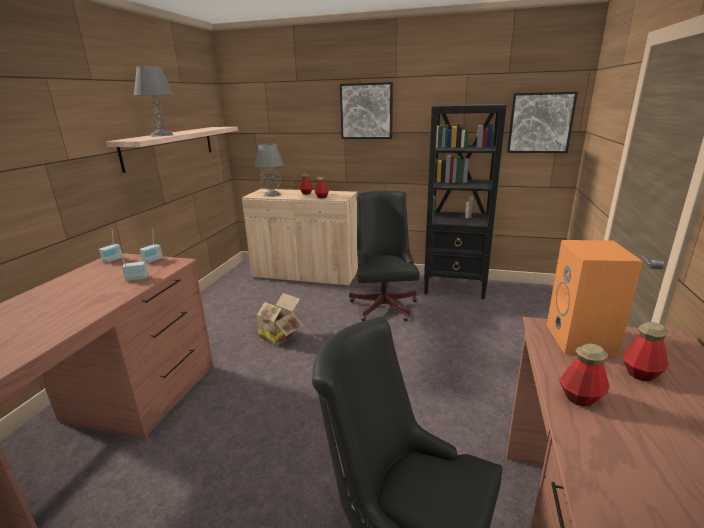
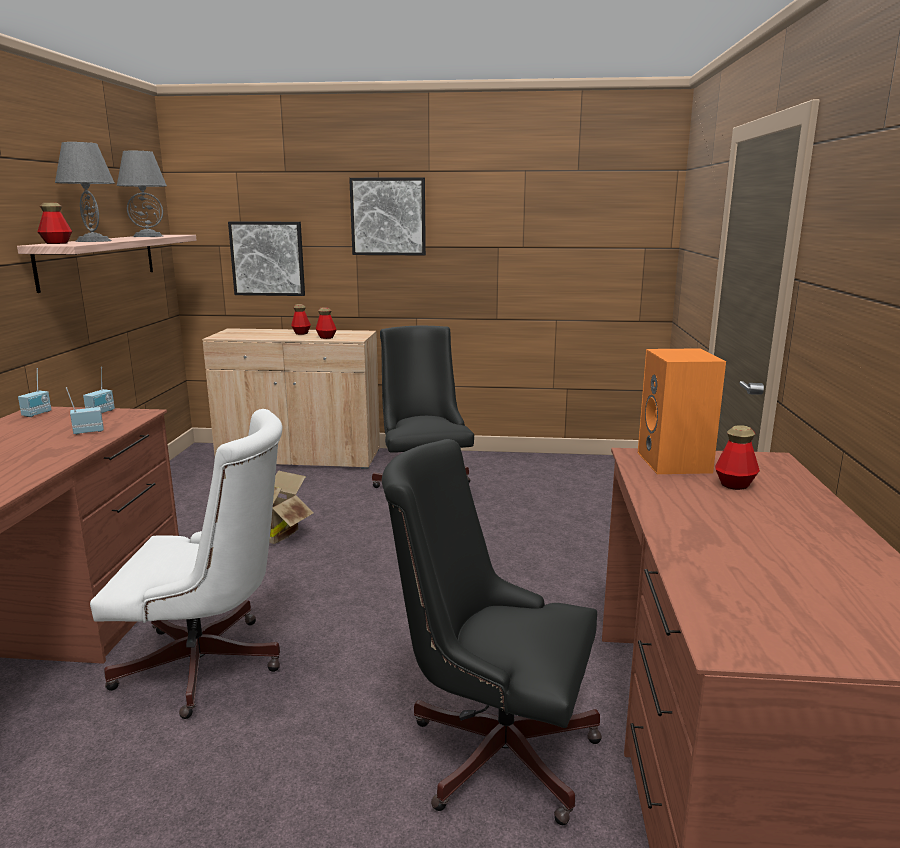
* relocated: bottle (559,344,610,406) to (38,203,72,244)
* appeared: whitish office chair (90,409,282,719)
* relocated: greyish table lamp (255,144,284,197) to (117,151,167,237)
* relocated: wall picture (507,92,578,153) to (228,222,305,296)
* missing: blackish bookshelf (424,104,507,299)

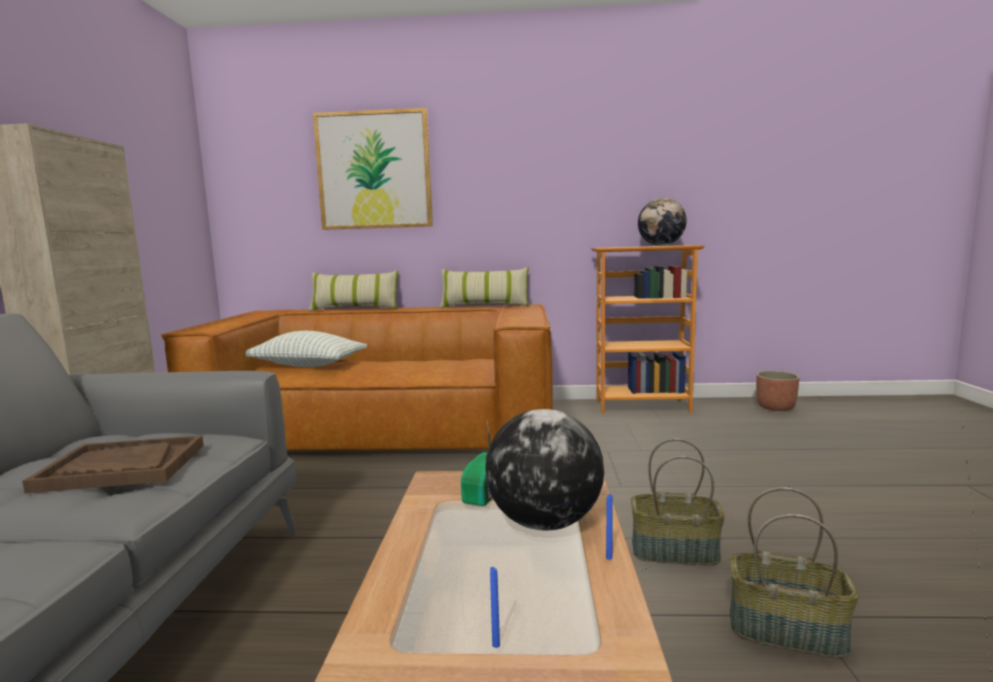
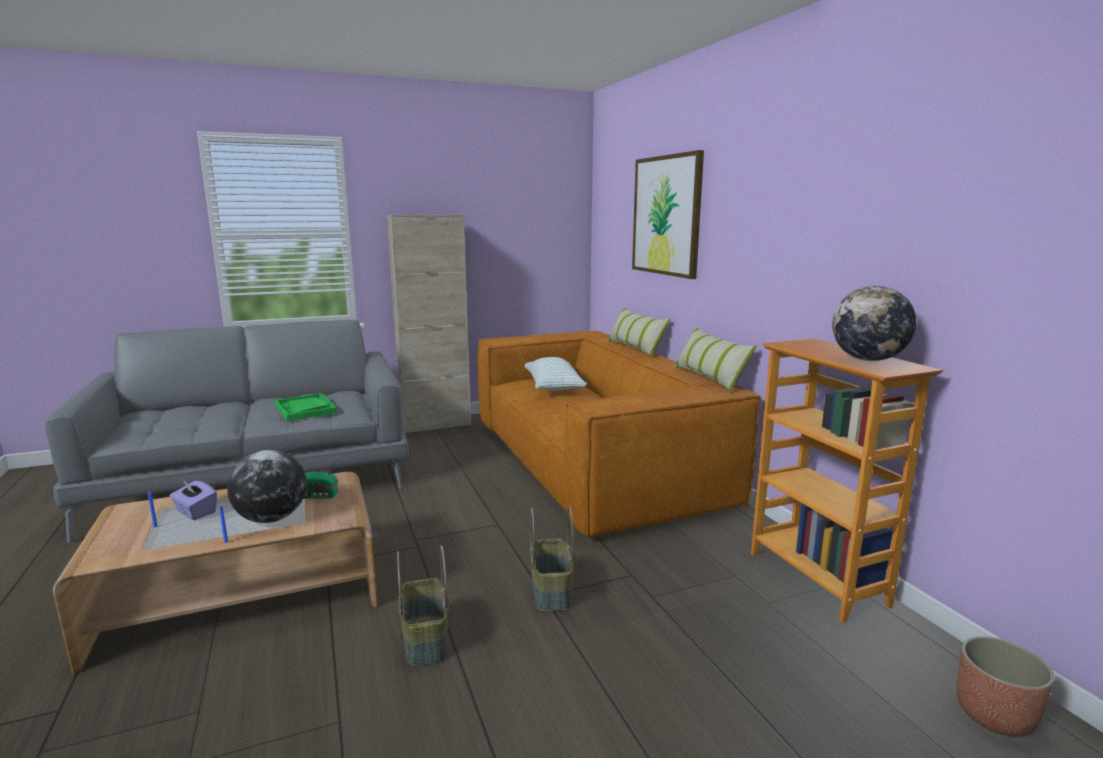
* appeared: purplish tissue holder (170,479,217,520)
* colour: brown serving tray (22,435,204,494) to green serving tray (275,393,337,421)
* relocated: storage basket (730,487,859,658) to (530,506,574,611)

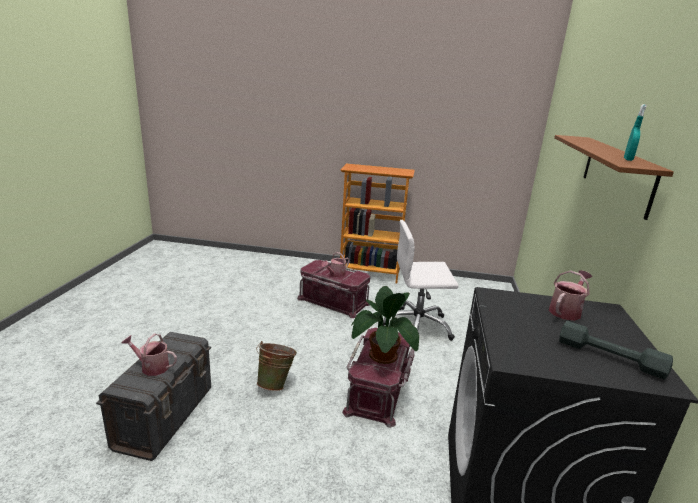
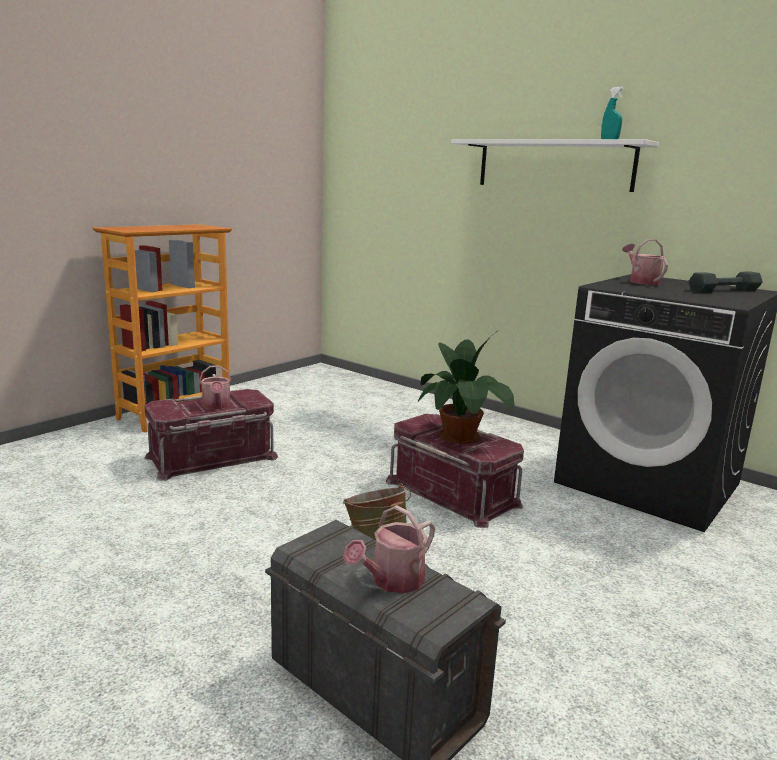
* colour: brown wall shelf (554,135,674,220) to whitish wall shelf (451,139,659,192)
* missing: whitish office chair (383,220,458,341)

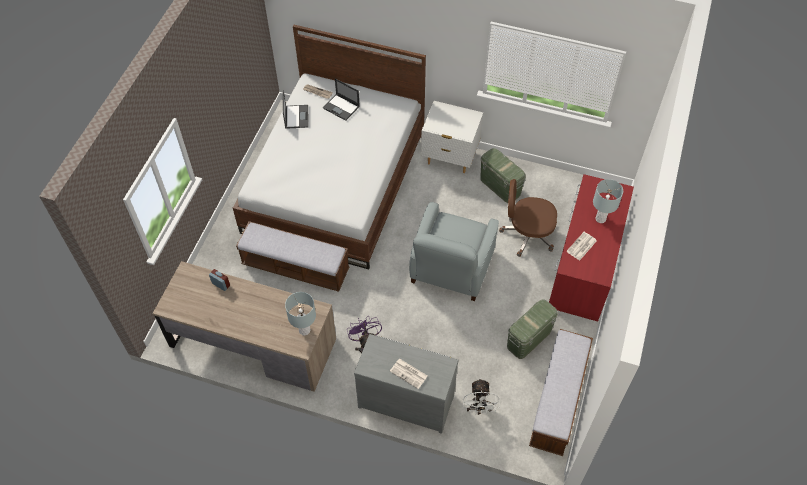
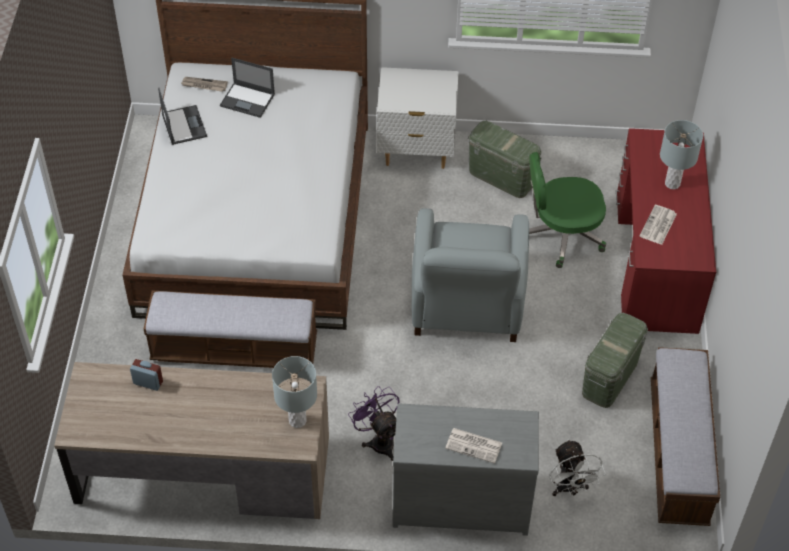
* colour: brown office chair (499,179,557,257) to green office chair (529,152,606,268)

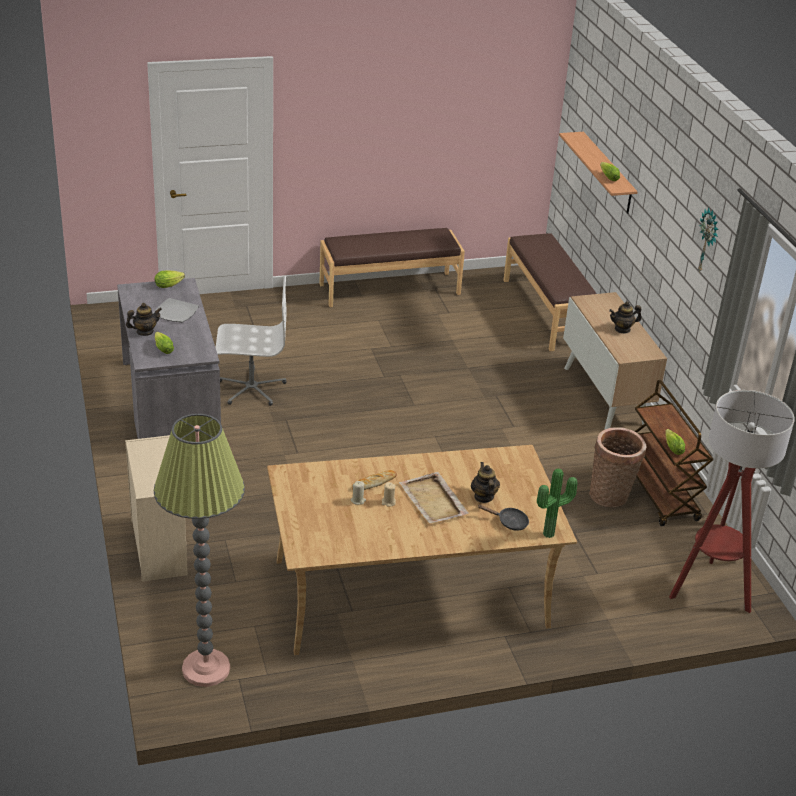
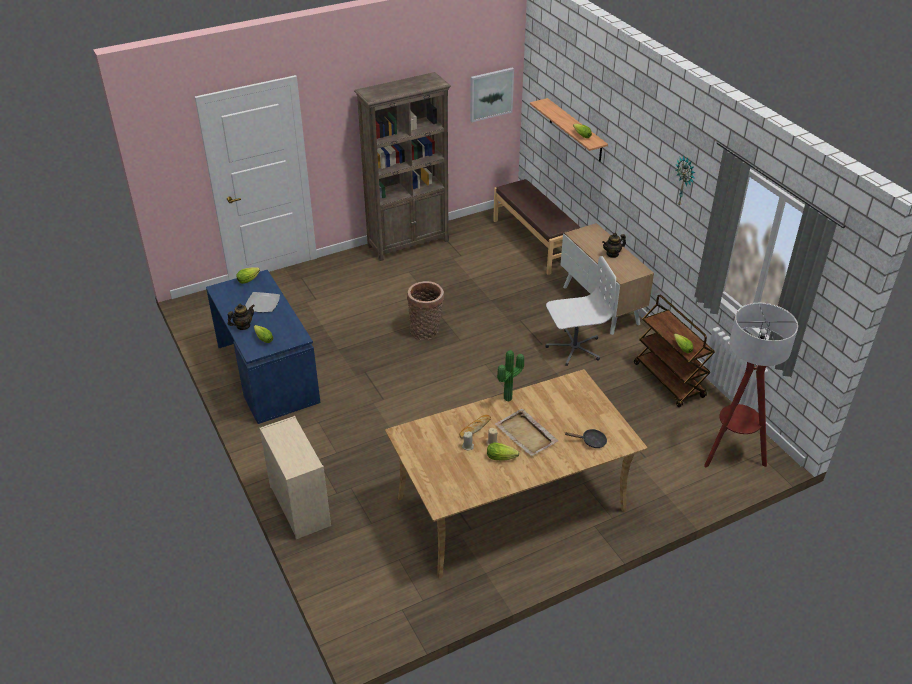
* colour: greyish desk (117,278,221,439) to blue-coloured desk (206,270,320,424)
* exchanged: brown long seat (319,228,465,307) to brown bookshelf (354,72,451,261)
* relocated: storage basket (589,427,646,507) to (407,281,444,340)
* appeared: wall picture (470,68,514,122)
* appeared: lettuce head (487,443,519,461)
* relocated: plant in a pot (537,469,578,538) to (497,350,524,401)
* relocated: whitish office chair (216,276,287,406) to (545,256,616,366)
* missing: standard lamp (154,414,245,687)
* missing: teapot (471,462,500,503)

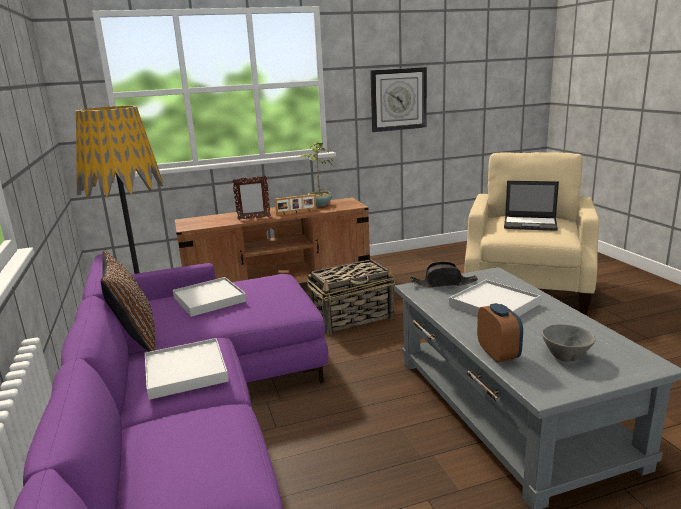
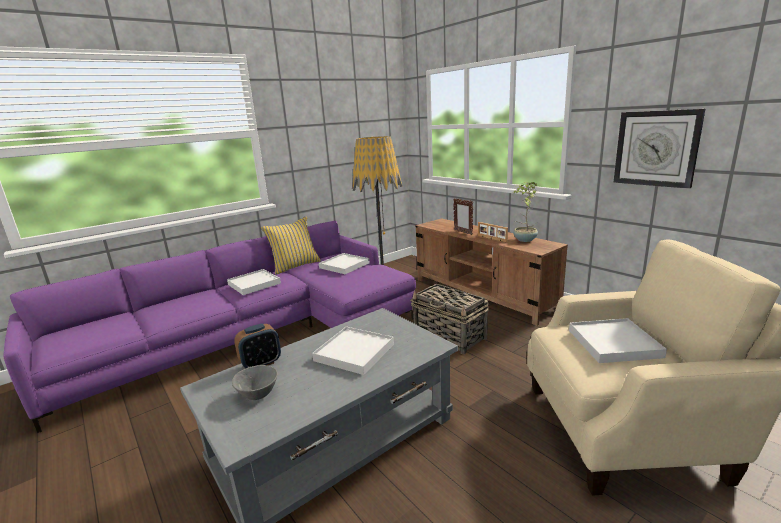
* colour: brown throw pillow (101,250,155,352) to yellowish throw pillow (261,216,321,275)
* exchanged: notebook computer (504,181,559,231) to whitish serving tray (569,318,667,363)
* missing: blackish hat (409,261,478,288)

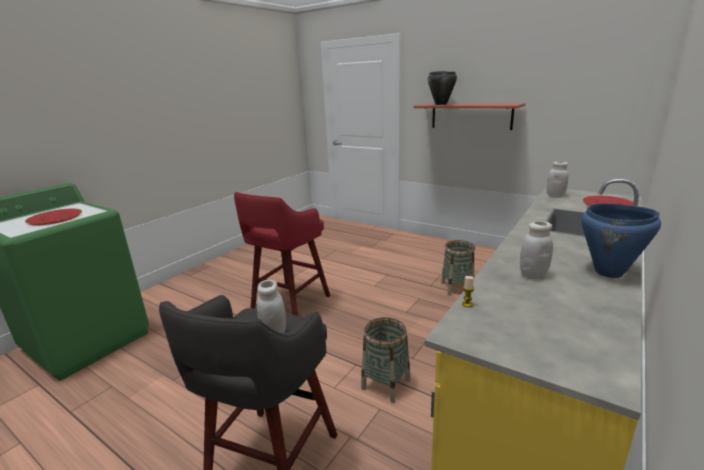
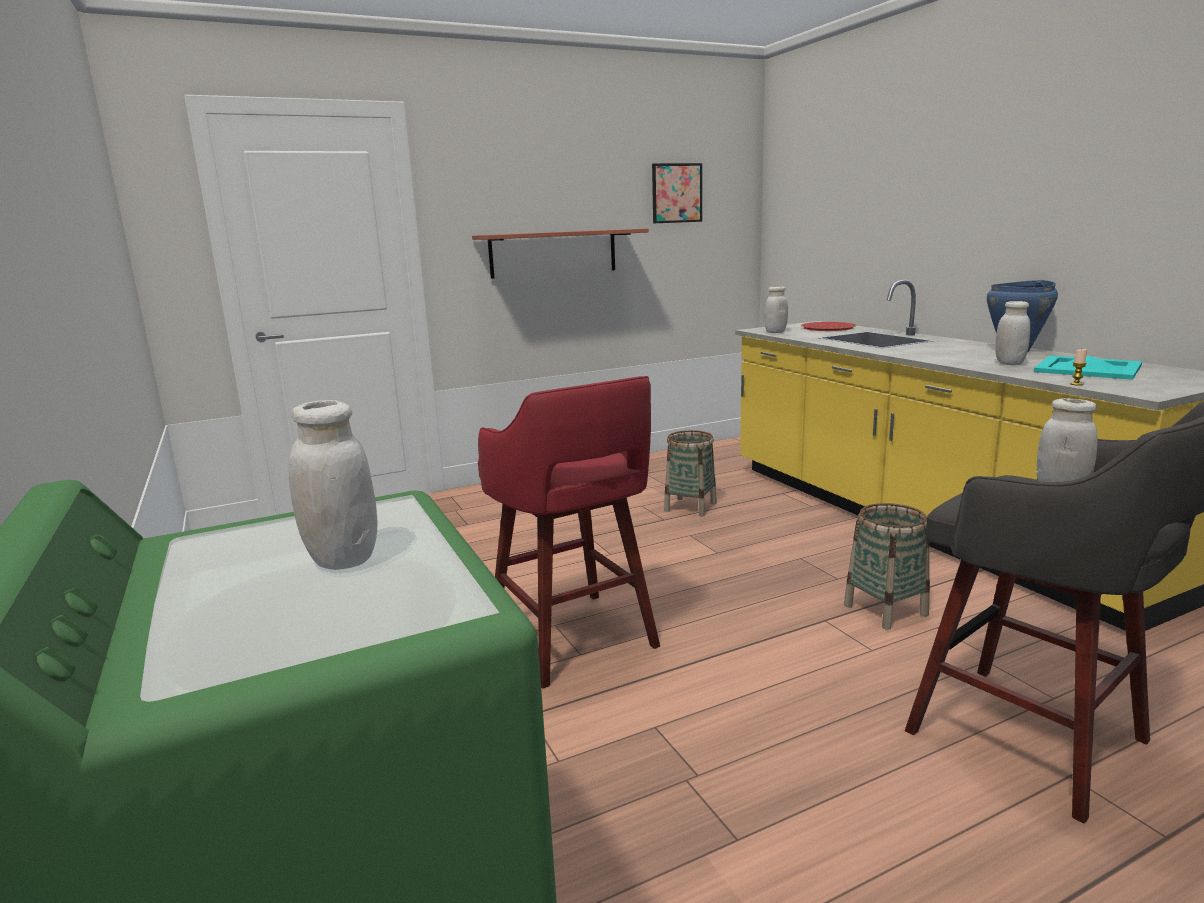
* exchanged: red-coloured plate (25,209,82,226) to whitish jar (288,400,378,570)
* appeared: wall picture (652,163,702,224)
* appeared: turquoise serving tray (1034,356,1142,380)
* missing: blackish stockpot (428,71,457,105)

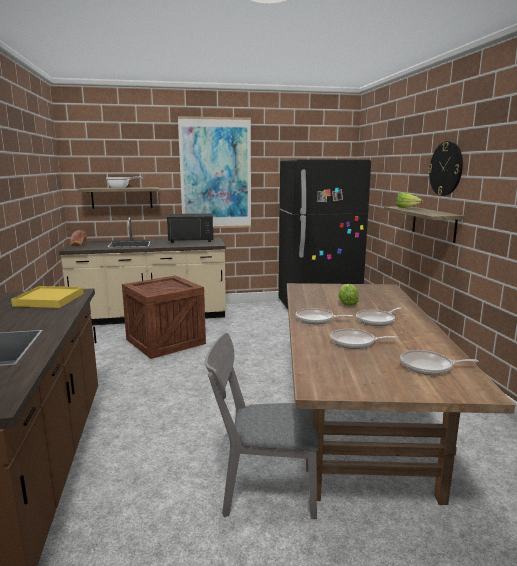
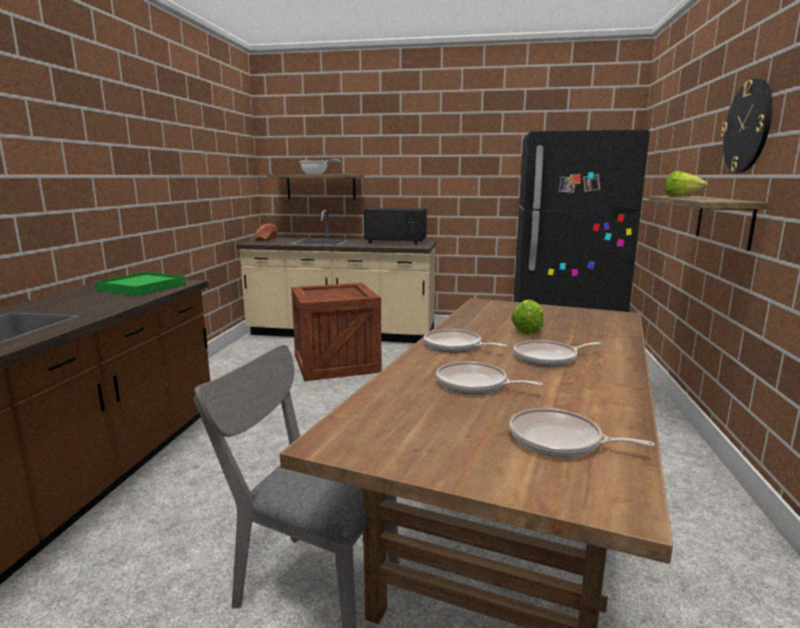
* colour: yellowish serving tray (11,286,84,308) to green serving tray (95,272,186,296)
* missing: wall picture (178,116,251,228)

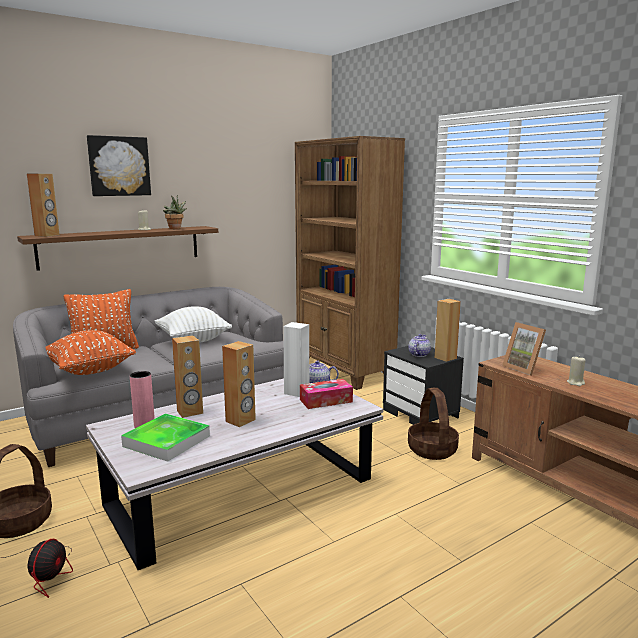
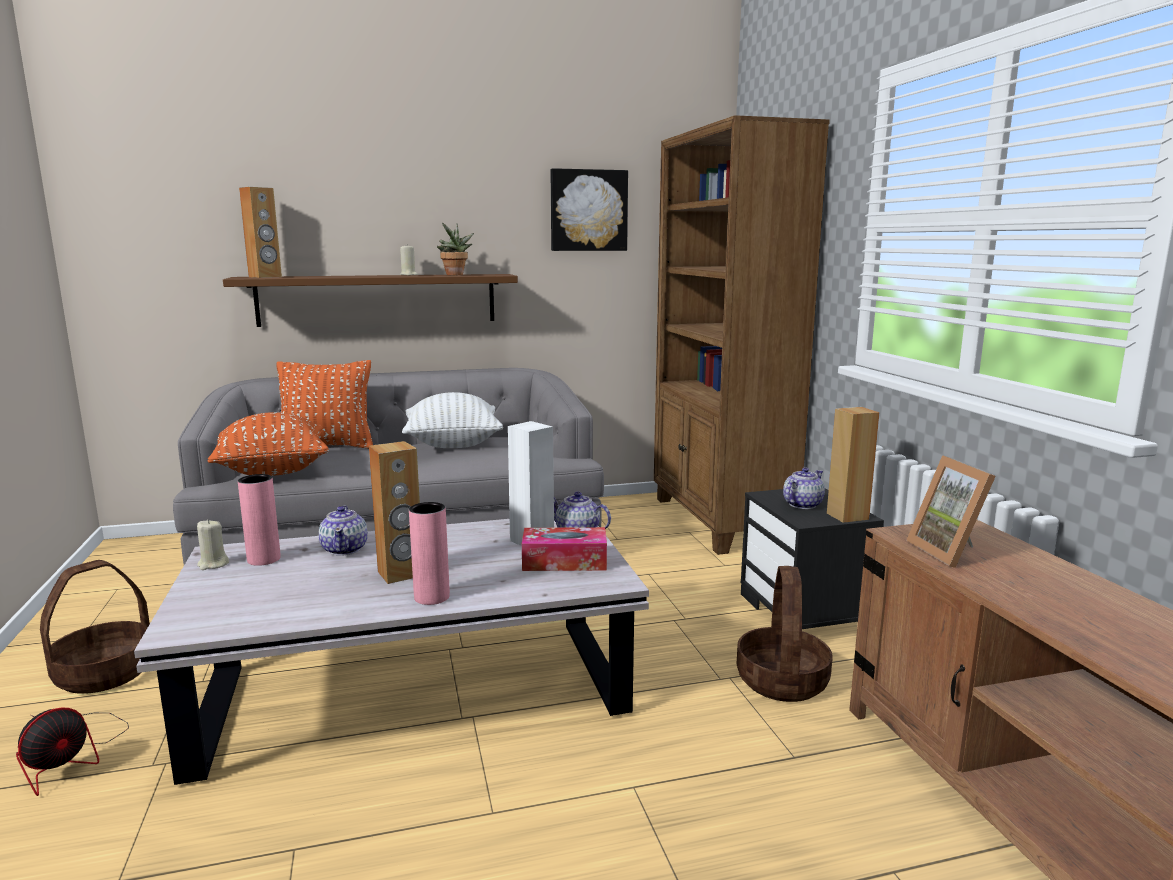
* relocated: beige-coloured candle (567,356,586,386) to (197,519,229,570)
* exchanged: brown speaker (172,335,203,418) to teapot (319,506,368,556)
* appeared: pinkish vase (409,502,450,605)
* relocated: wall picture (87,135,151,196) to (550,168,628,251)
* missing: serving tray (121,413,210,462)

